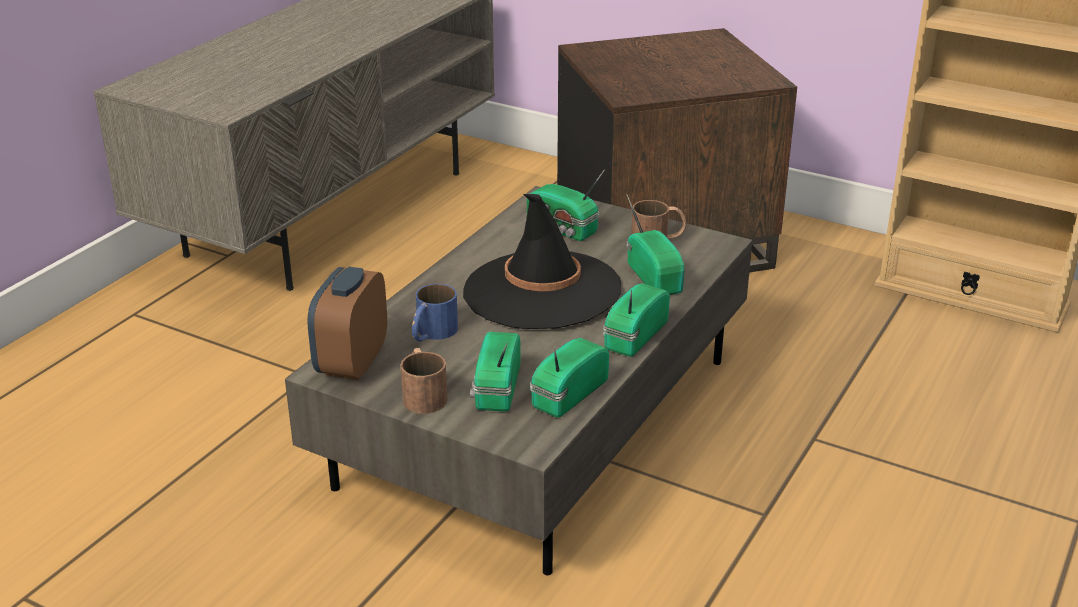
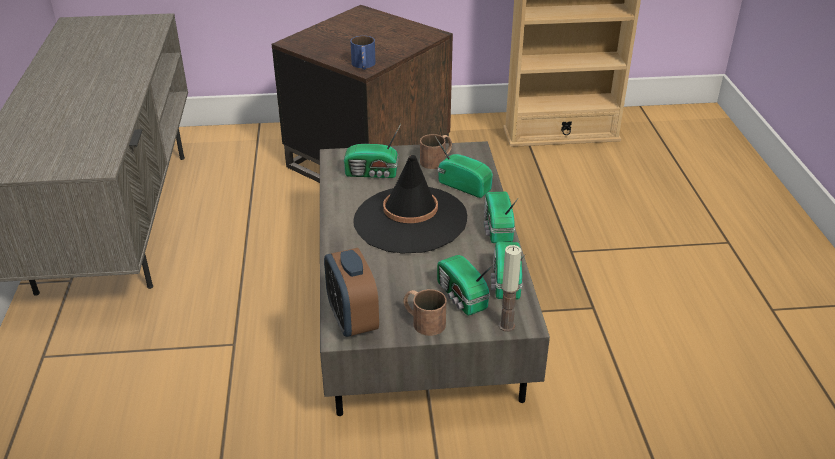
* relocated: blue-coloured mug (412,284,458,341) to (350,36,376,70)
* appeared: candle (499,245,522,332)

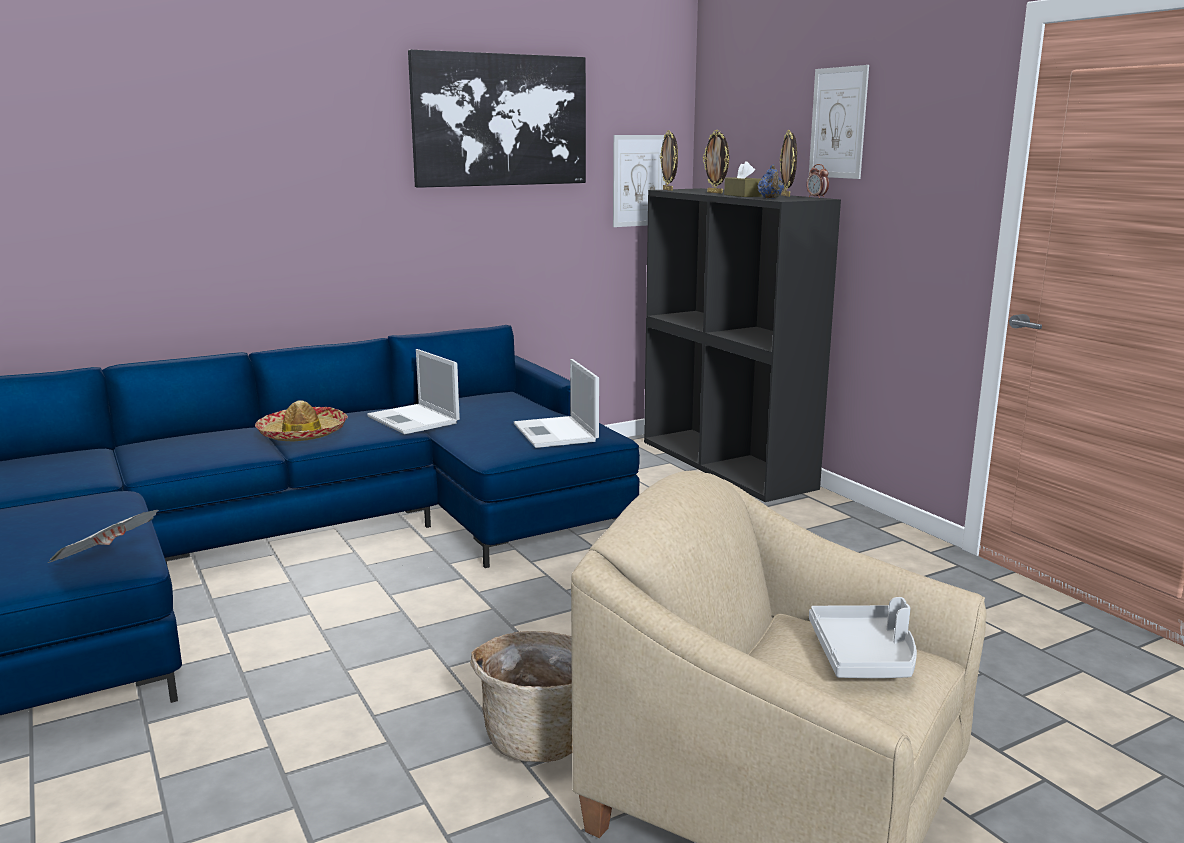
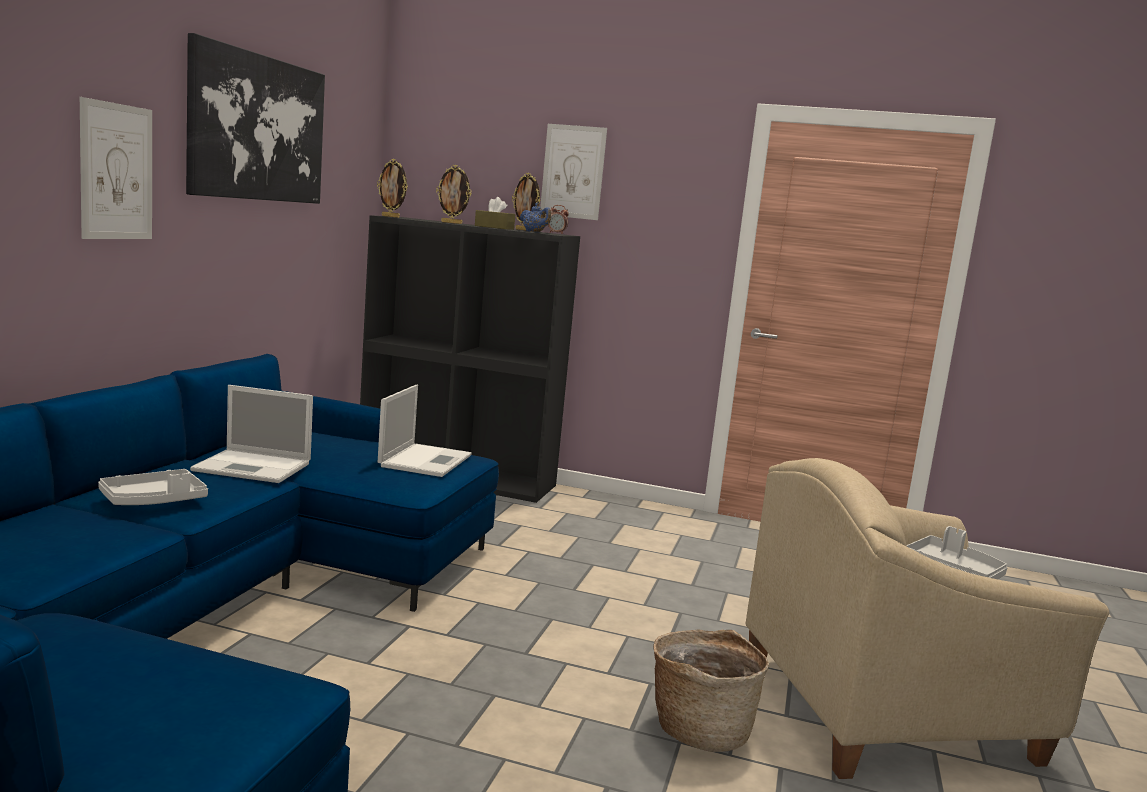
* relocated: wall picture (613,135,665,227) to (80,97,152,239)
* exchanged: hat (255,400,348,441) to greyish serving tray (98,469,208,505)
* spun: notebook computer (514,359,599,448) = (378,385,472,477) 105 degrees counterclockwise
* missing: printed paper (48,510,159,563)

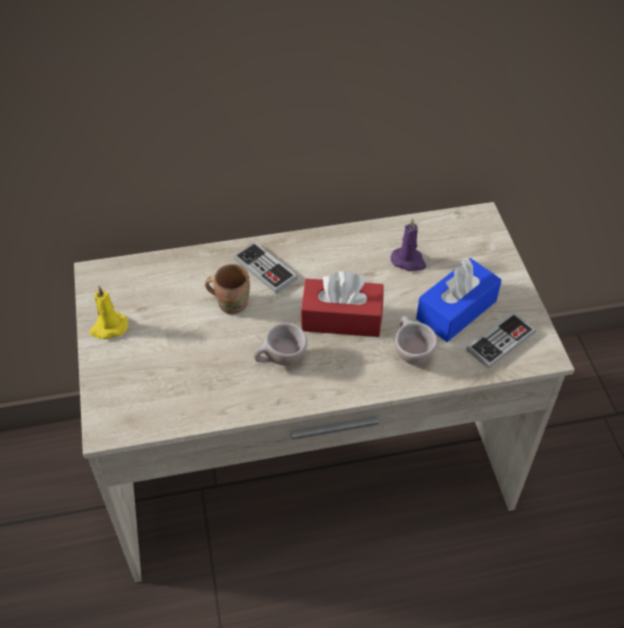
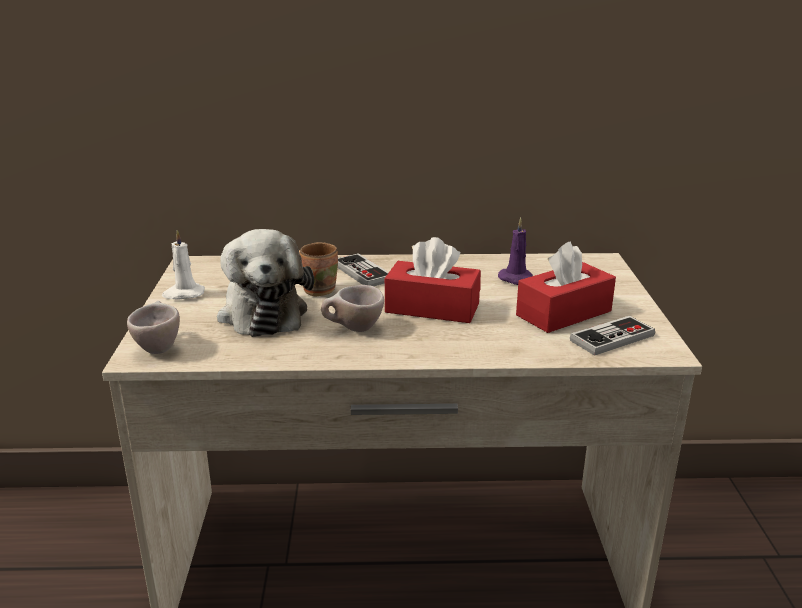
* relocated: beige-coloured drinking cup (395,316,438,365) to (127,301,180,354)
* colour: yellowish candle (89,286,128,339) to whitish candle (162,230,205,300)
* appeared: plush toy (217,229,314,337)
* colour: blue-coloured tissue holder (416,258,502,342) to red-coloured tissue holder (516,241,616,333)

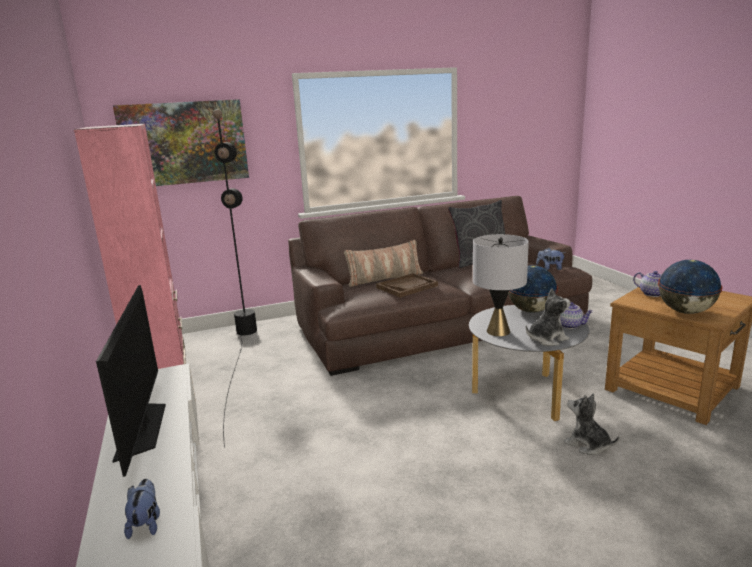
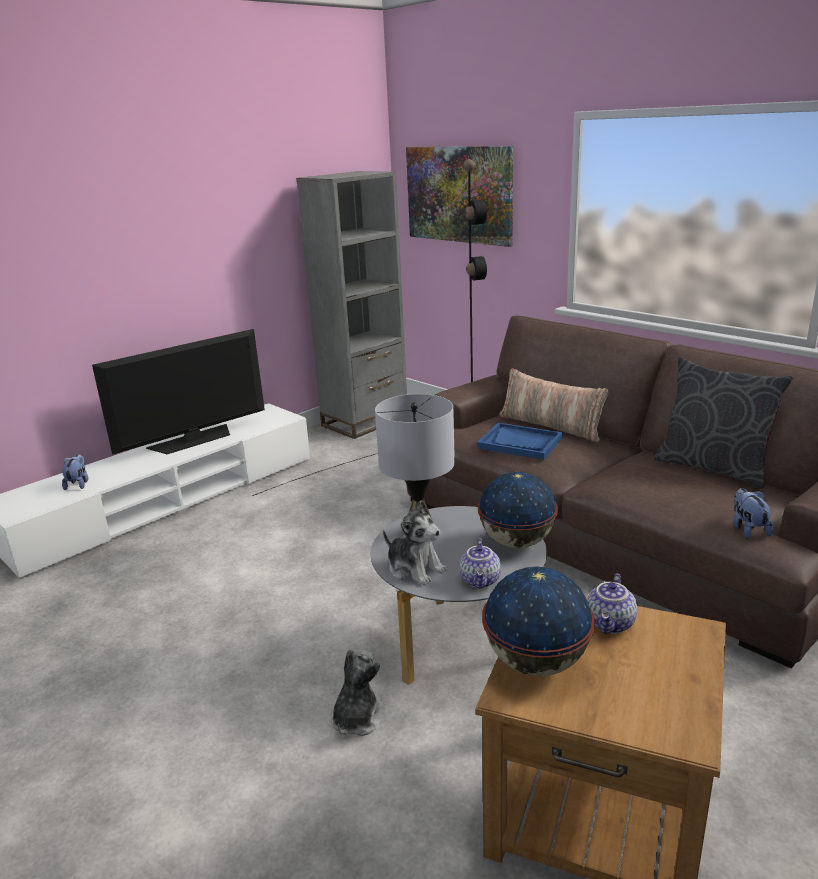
* spun: plush toy (124,479,160,539) = (62,454,88,490) 60 degrees counterclockwise
* colour: pinkish bookshelf (74,124,186,369) to greyish bookshelf (296,171,407,439)
* colour: brown serving tray (376,273,438,298) to blue-coloured serving tray (477,423,562,460)

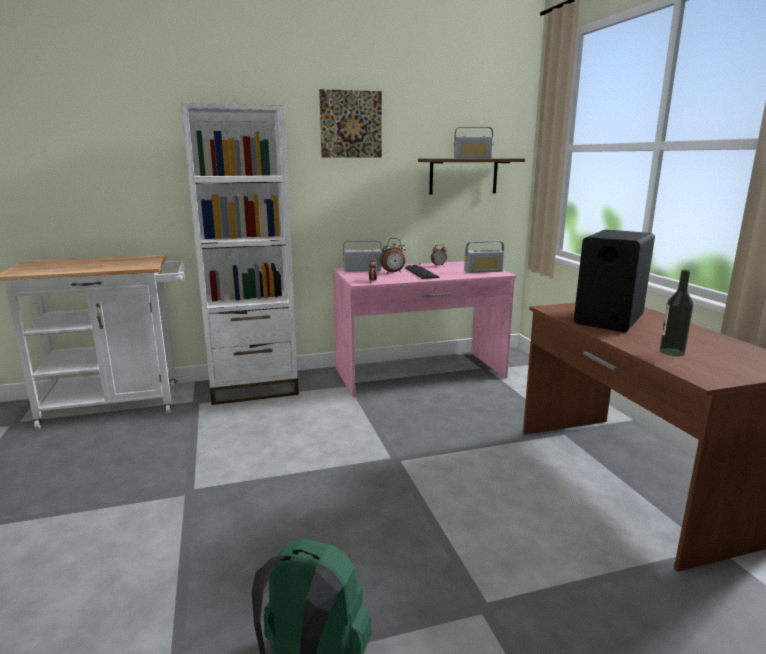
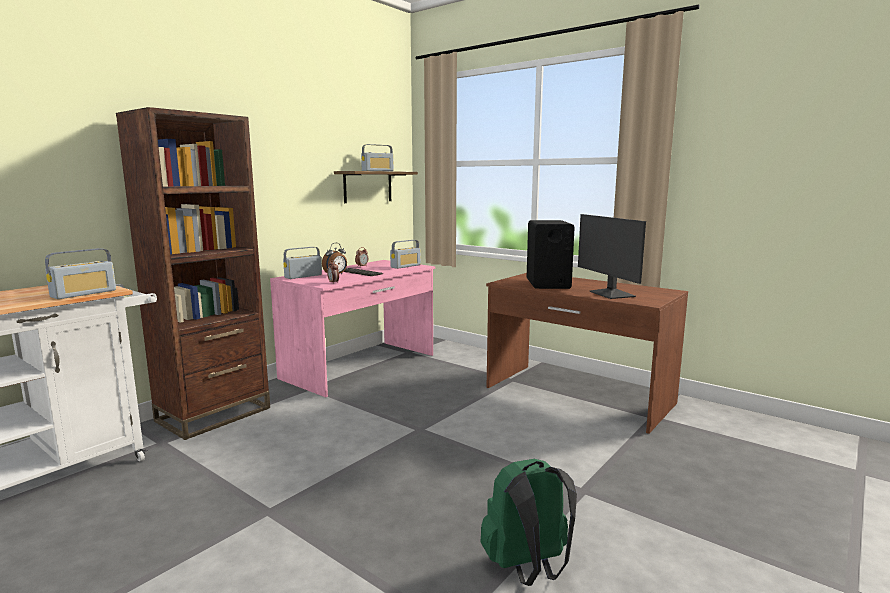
* appeared: radio receiver (45,248,116,299)
* colour: whitish bookshelf (181,103,299,405) to brown bookshelf (116,107,270,440)
* exchanged: bottle (660,270,693,356) to monitor (578,214,646,299)
* missing: wall picture (319,89,382,157)

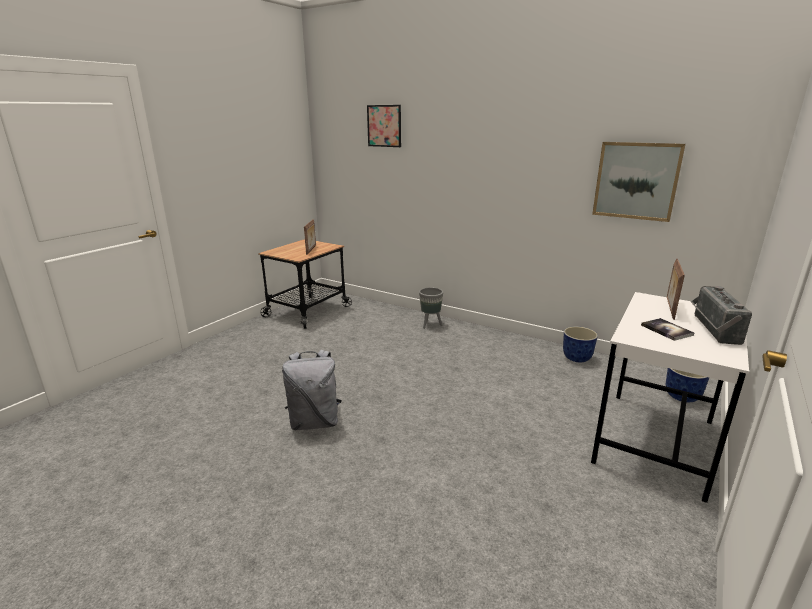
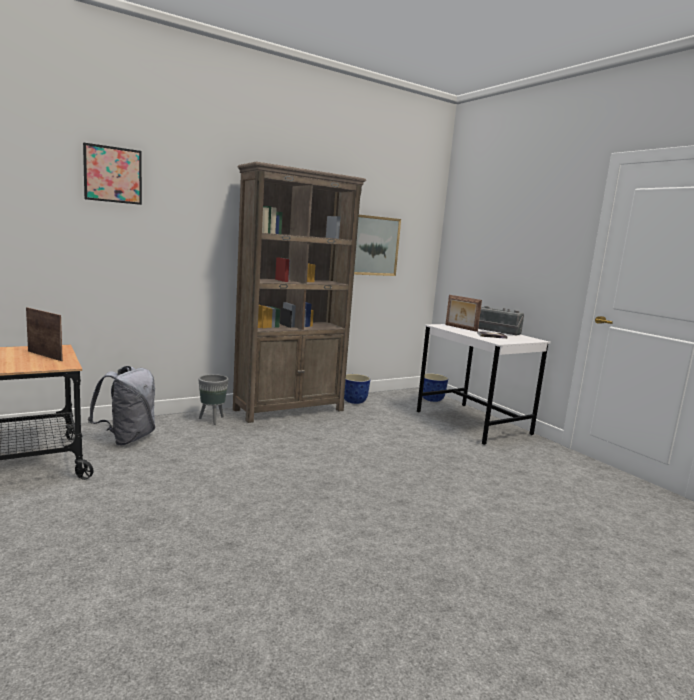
* relocated: greyish rucksack (282,350,342,430) to (88,366,155,446)
* appeared: brown bookshelf (233,162,366,423)

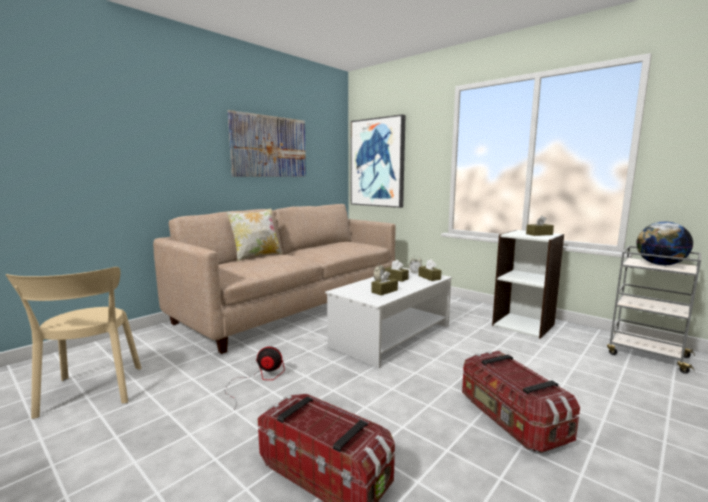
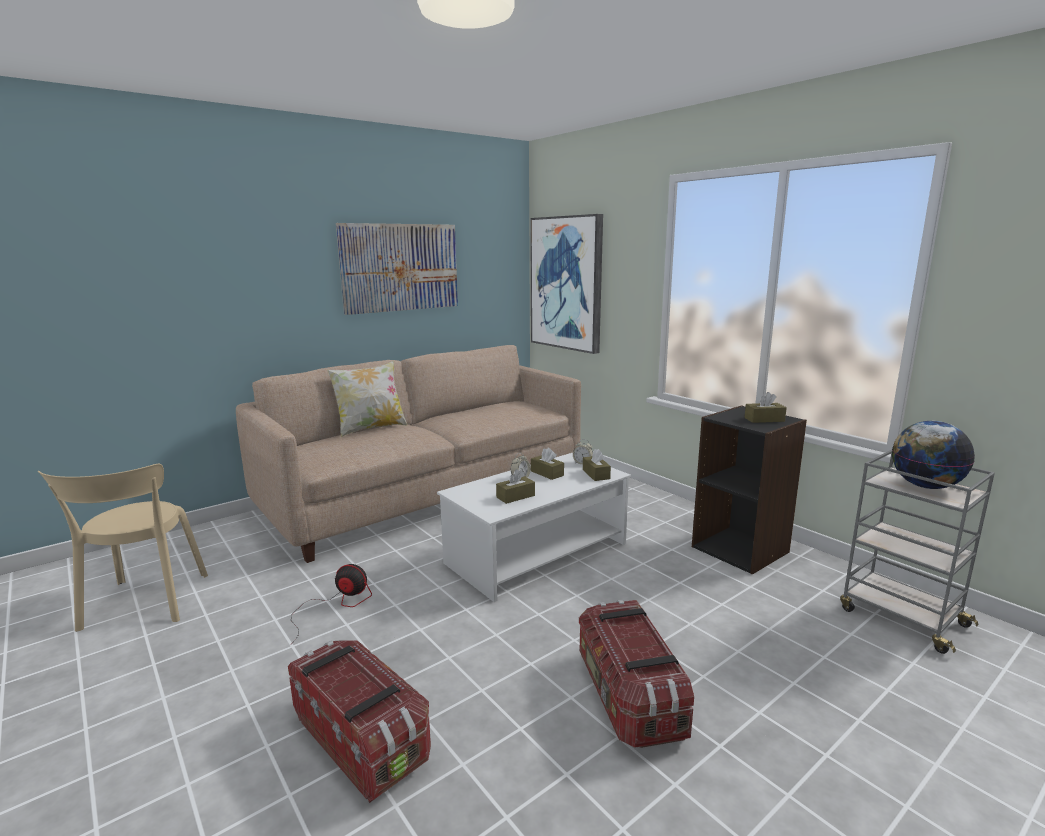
* colour: whitish bookshelf (492,230,564,339) to blackish bookshelf (692,405,807,575)

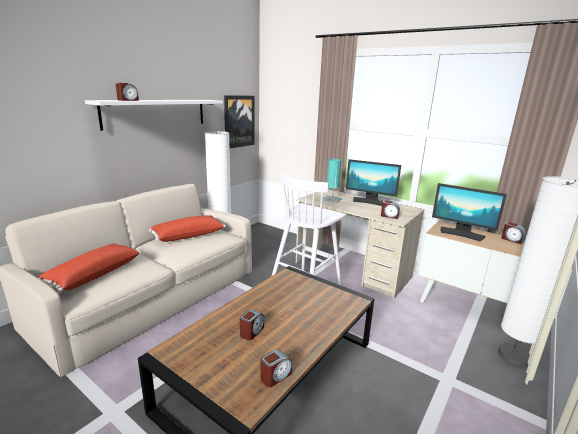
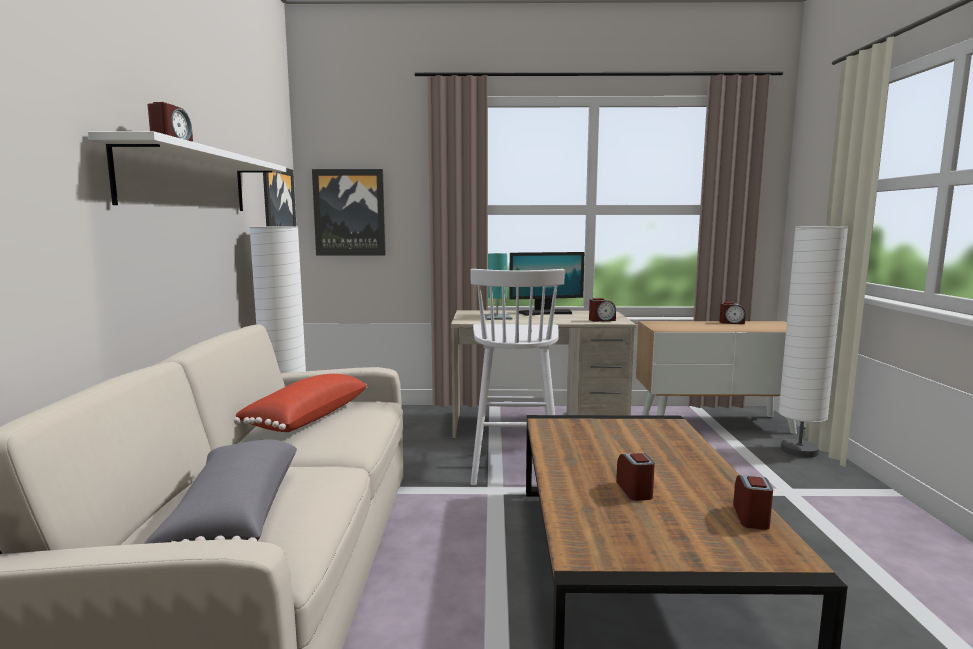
* colour: red-coloured throw pillow (38,243,141,292) to greyish throw pillow (143,439,297,544)
* appeared: wall picture (312,169,386,255)
* missing: monitor (432,183,507,241)

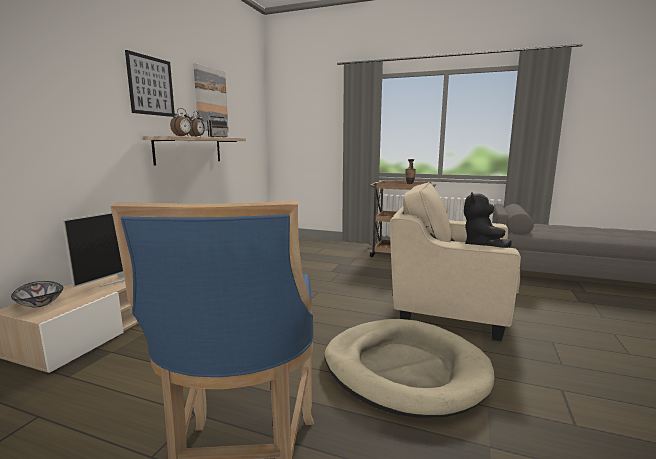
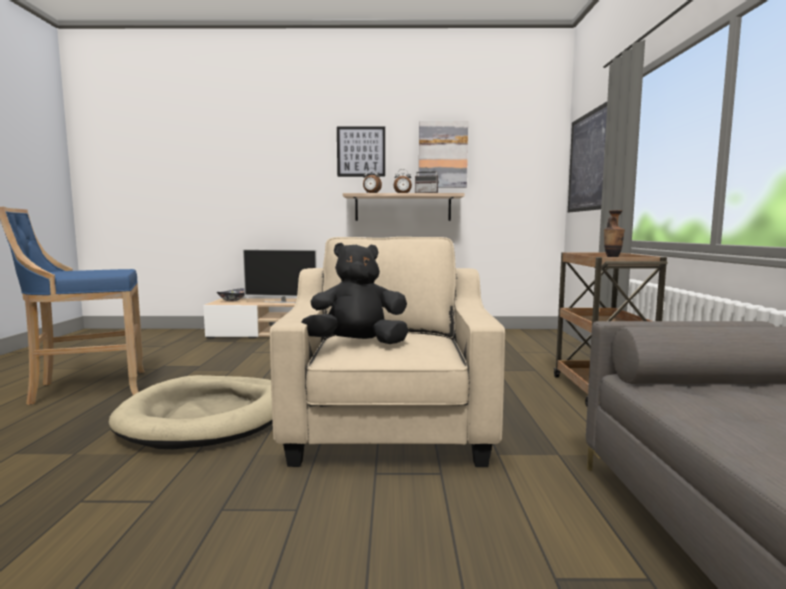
* appeared: wall picture (568,102,607,212)

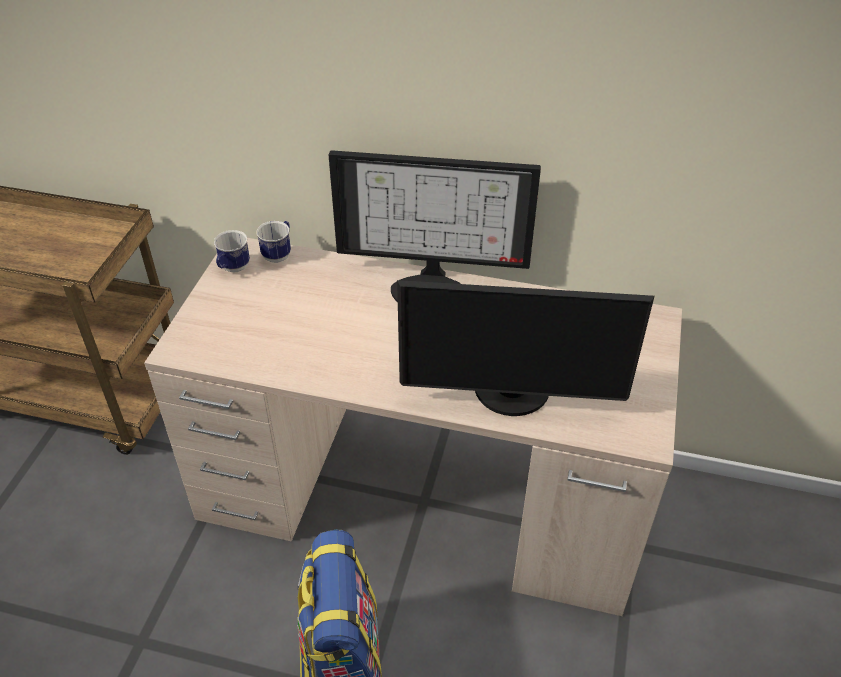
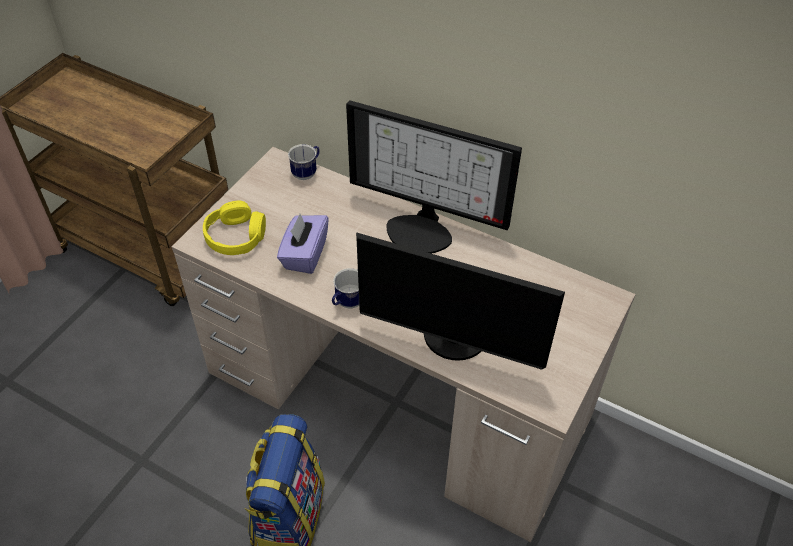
* appeared: yellowish headphones (203,201,266,255)
* appeared: purplish tissue holder (277,214,329,274)
* relocated: mug (214,230,250,272) to (332,268,359,309)

